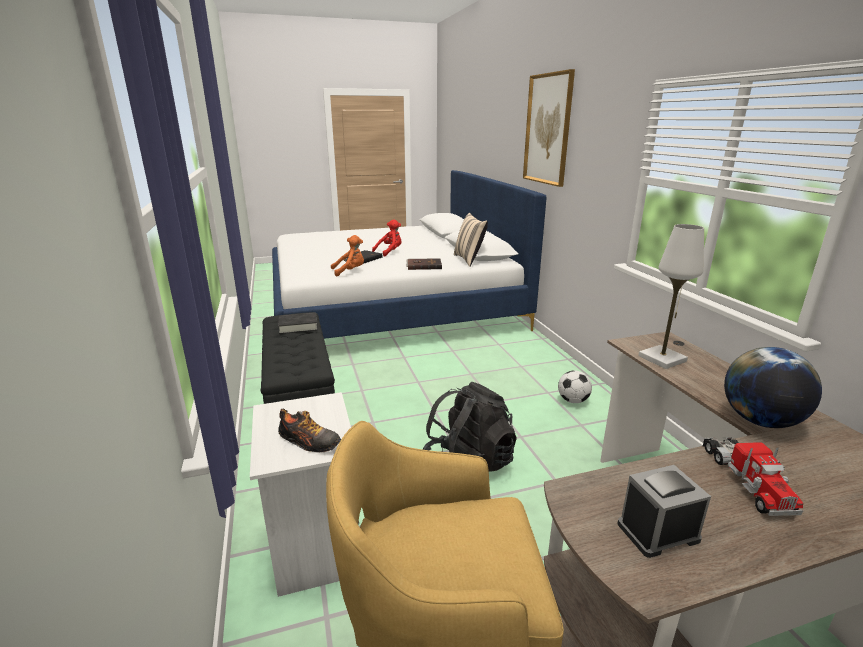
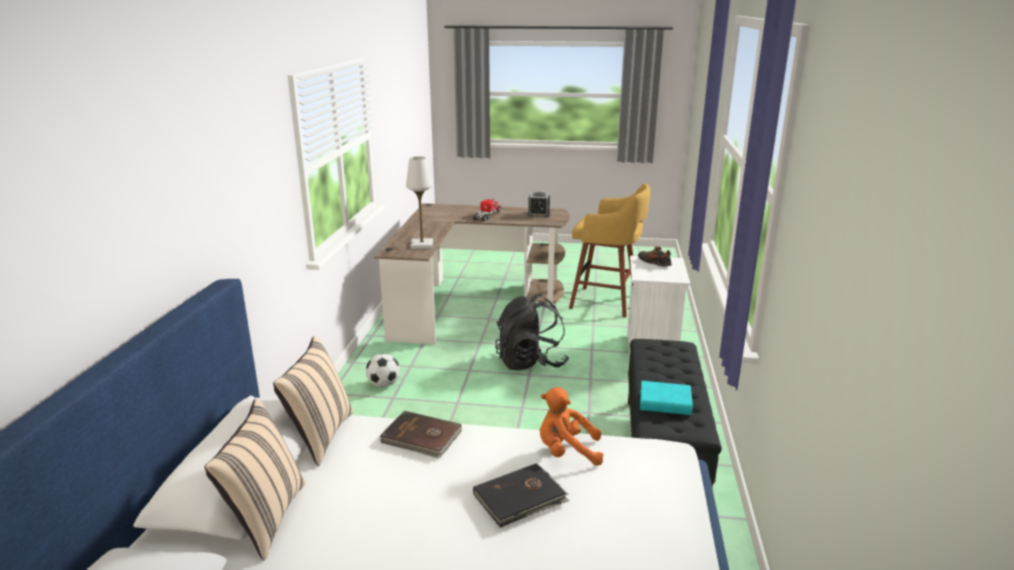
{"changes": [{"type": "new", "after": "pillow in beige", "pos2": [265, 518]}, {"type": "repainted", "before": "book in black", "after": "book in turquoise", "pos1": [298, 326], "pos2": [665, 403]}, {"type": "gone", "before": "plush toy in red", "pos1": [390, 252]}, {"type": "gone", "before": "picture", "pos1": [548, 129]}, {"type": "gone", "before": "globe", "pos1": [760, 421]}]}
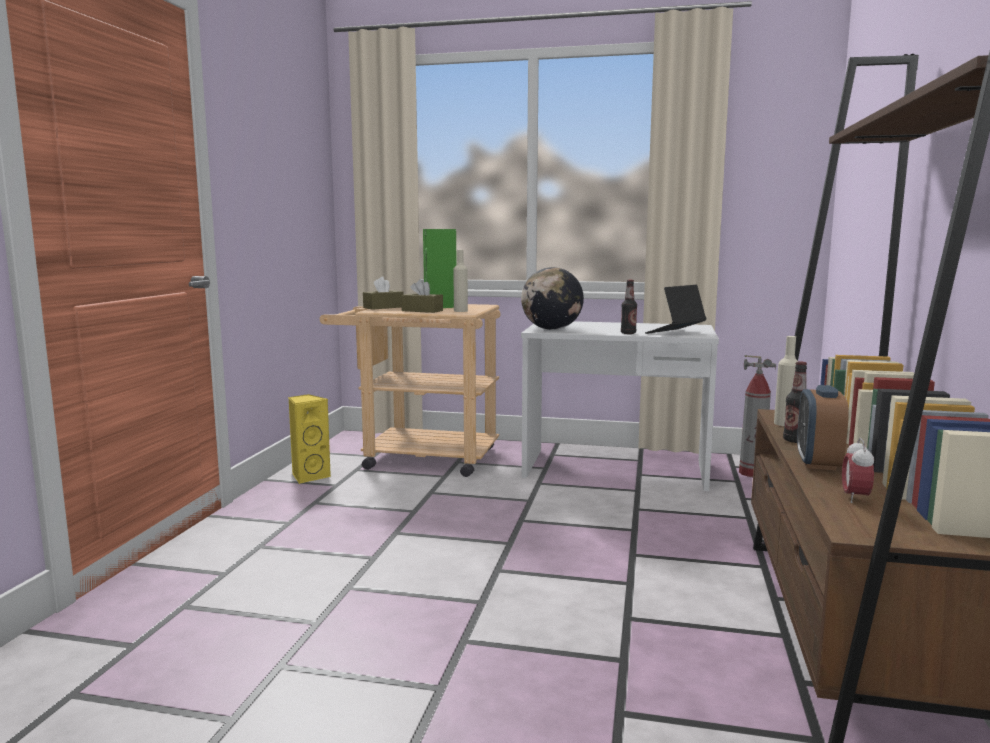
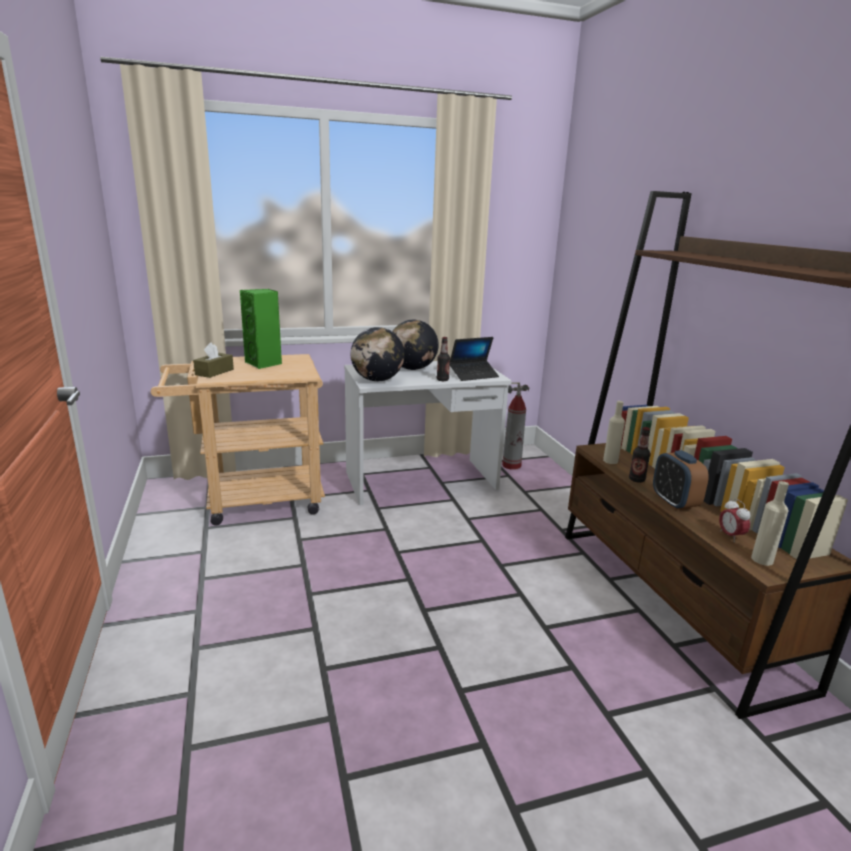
{"changes": [{"type": "new", "after": "globe", "pos2": [412, 369]}, {"type": "rotated", "before": "laptop", "pos1": [675, 333], "pos2": [473, 375], "turn": -135}, {"type": "shifted", "before": "bottle in beige", "pos1": [460, 311], "pos2": [762, 560]}, {"type": "gone", "before": "speaker in yellow", "pos1": [309, 476]}, {"type": "gone", "before": "tissue box in brown", "pos1": [422, 311]}]}
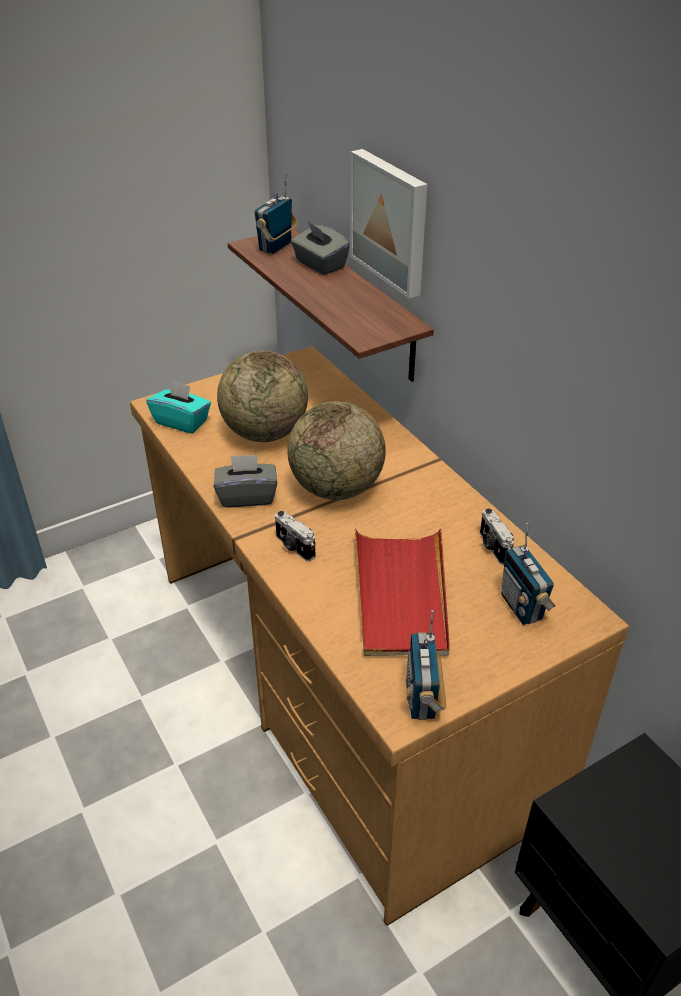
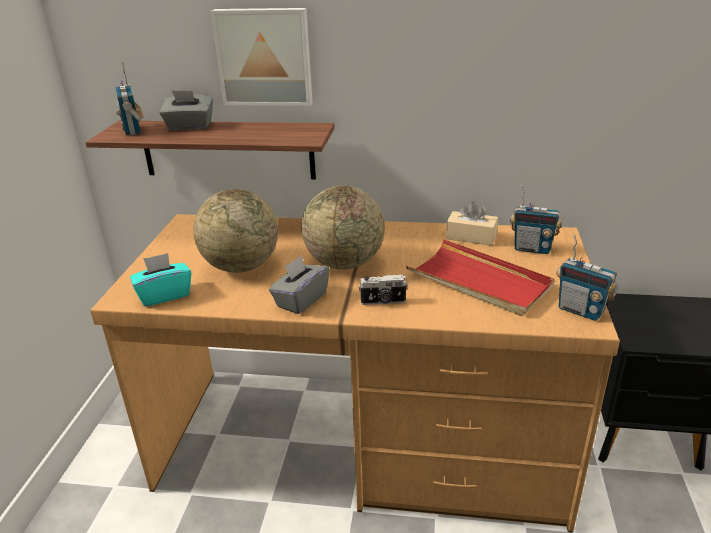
{"changes": [{"type": "swapped", "before": "photo camera", "after": "tissue box in beige", "pos1": [493, 547], "pos2": [471, 237]}]}
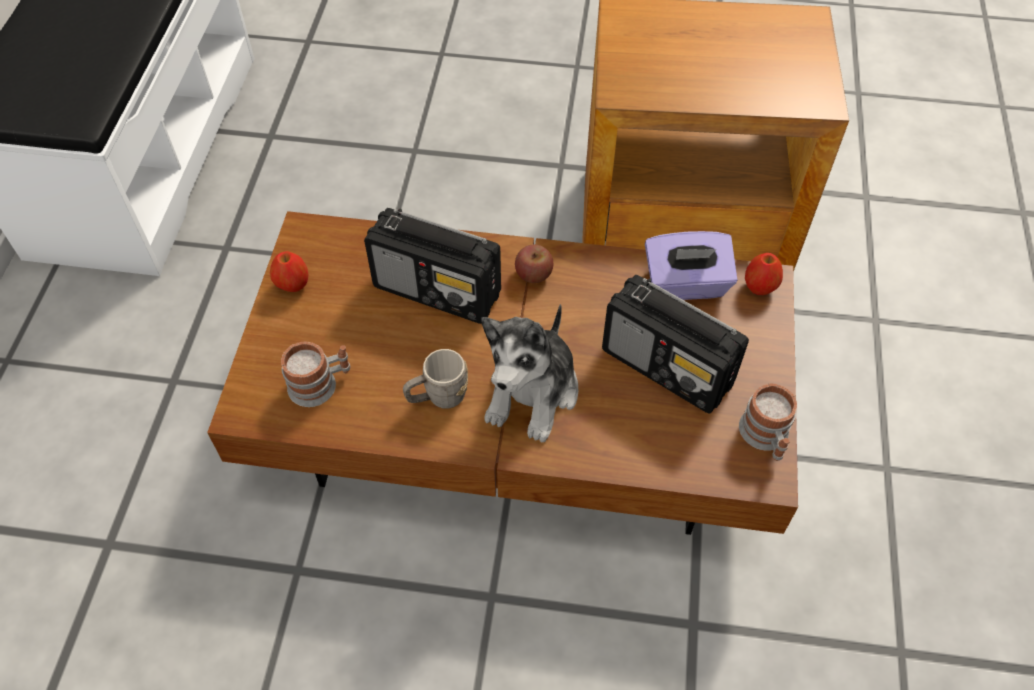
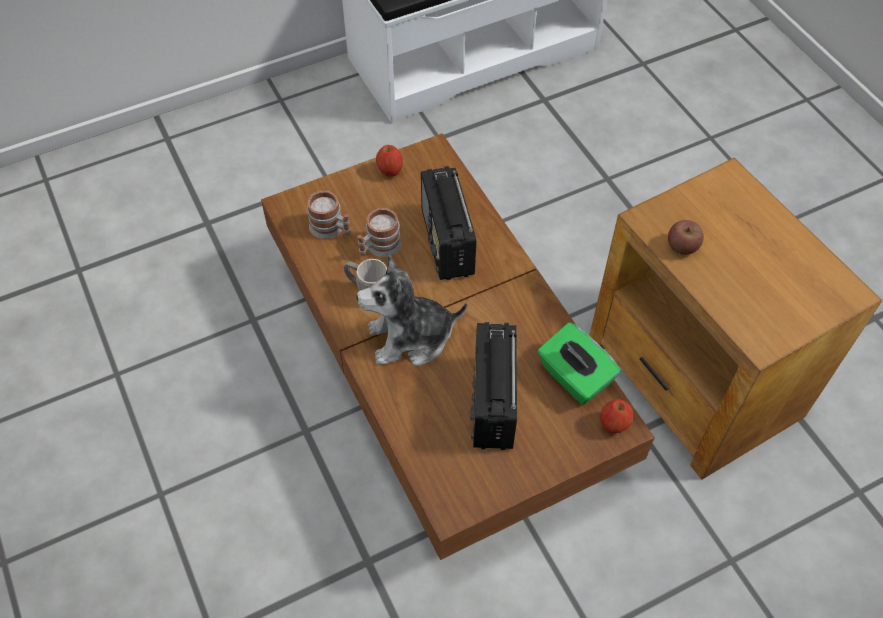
{"changes": [{"type": "shifted", "before": "mug", "pos1": [766, 437], "pos2": [379, 247]}, {"type": "repainted", "before": "tissue box in purple", "after": "tissue box in green", "pos1": [685, 284], "pos2": [574, 377]}, {"type": "shifted", "before": "apple", "pos1": [533, 274], "pos2": [682, 246]}]}
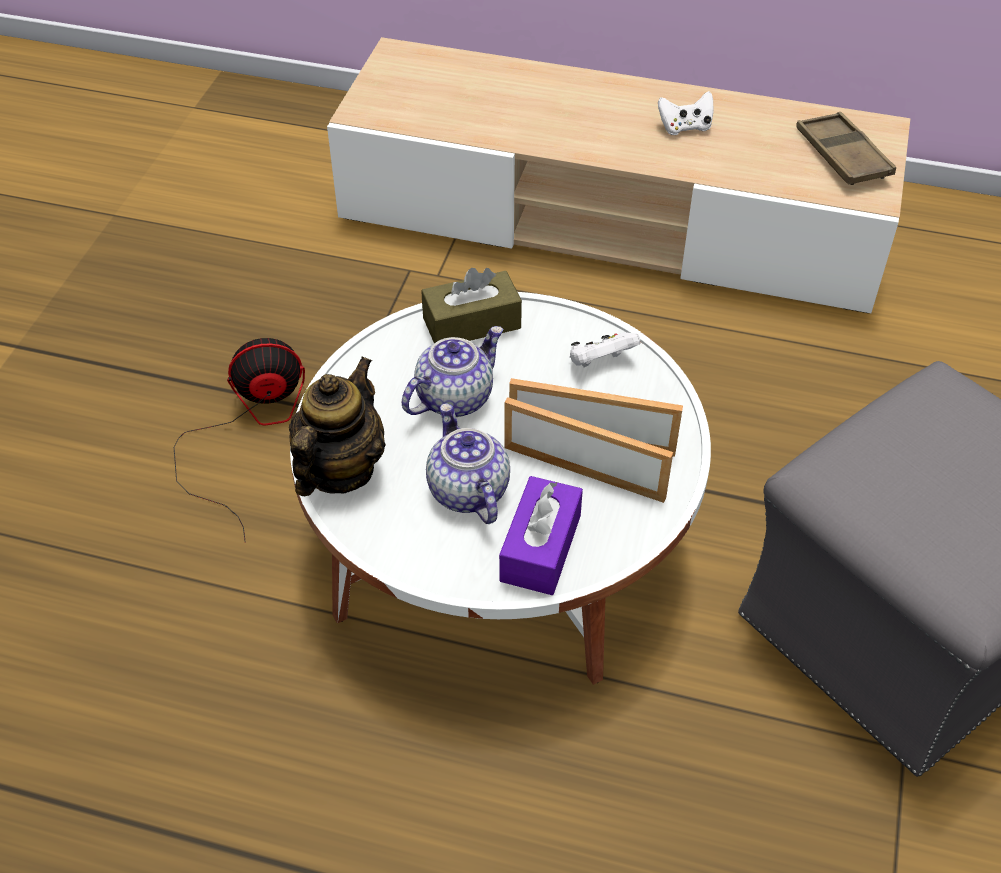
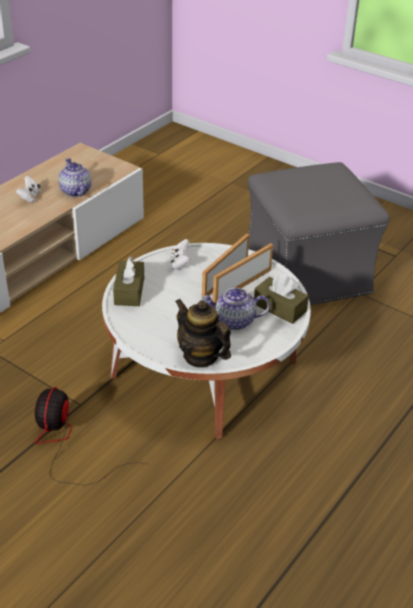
{"changes": [{"type": "shifted", "before": "teapot", "pos1": [454, 397], "pos2": [75, 191]}, {"type": "repainted", "before": "tissue box in purple", "after": "tissue box in brown", "pos1": [540, 548], "pos2": [280, 308]}, {"type": "gone", "before": "tray in brown", "pos1": [842, 156]}]}
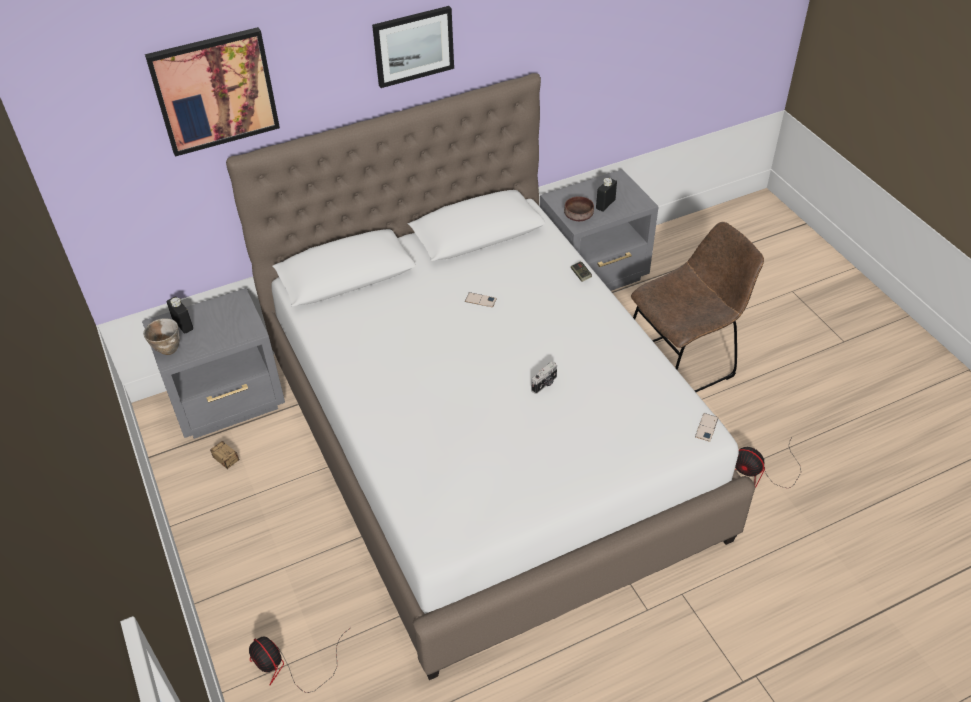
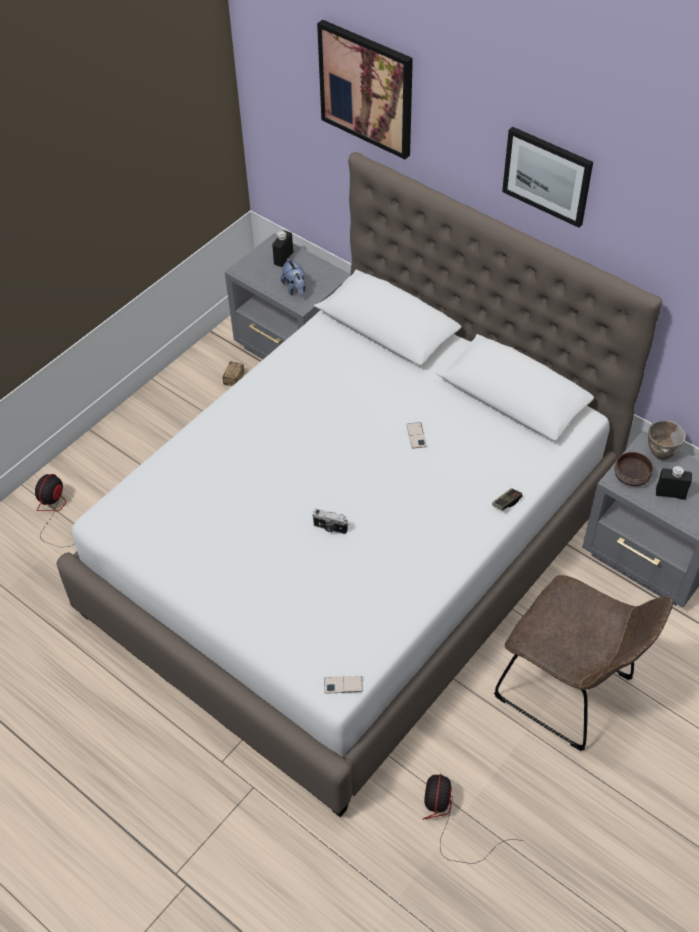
{"changes": [{"type": "new", "after": "plush toy", "pos2": [295, 289]}, {"type": "shifted", "before": "bowl", "pos1": [167, 349], "pos2": [661, 452]}]}
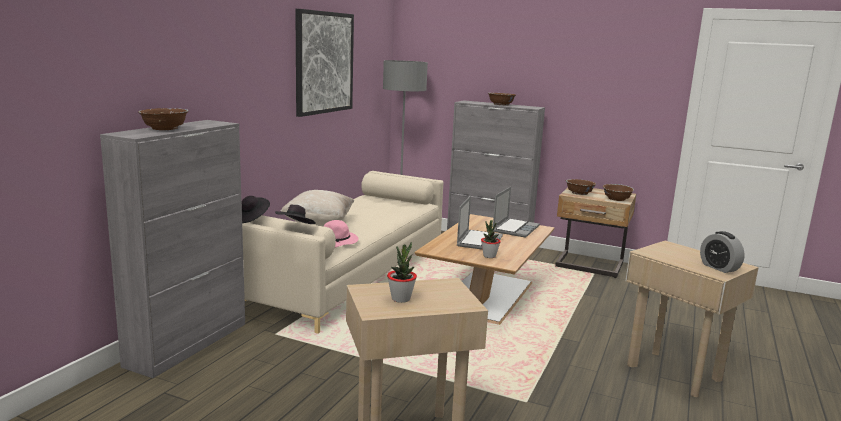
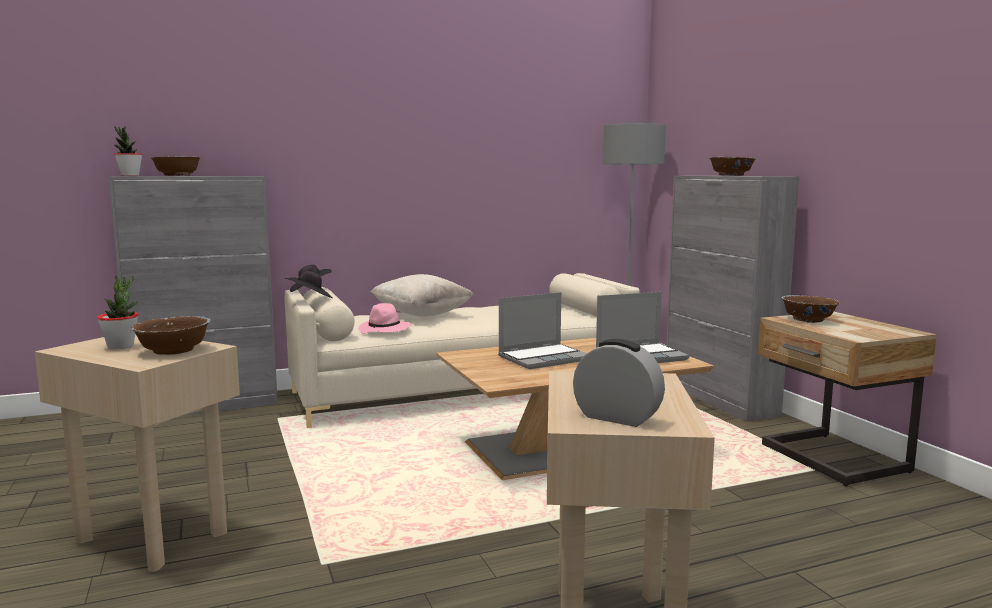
{"changes": [{"type": "shifted", "before": "potted plant", "pos1": [489, 256], "pos2": [130, 175]}, {"type": "shifted", "before": "bowl in brown", "pos1": [616, 199], "pos2": [174, 350]}, {"type": "rotated", "before": "alarm clock", "pos1": [719, 268], "pos2": [617, 417], "turn": 105}, {"type": "gone", "before": "picture", "pos1": [324, 62]}]}
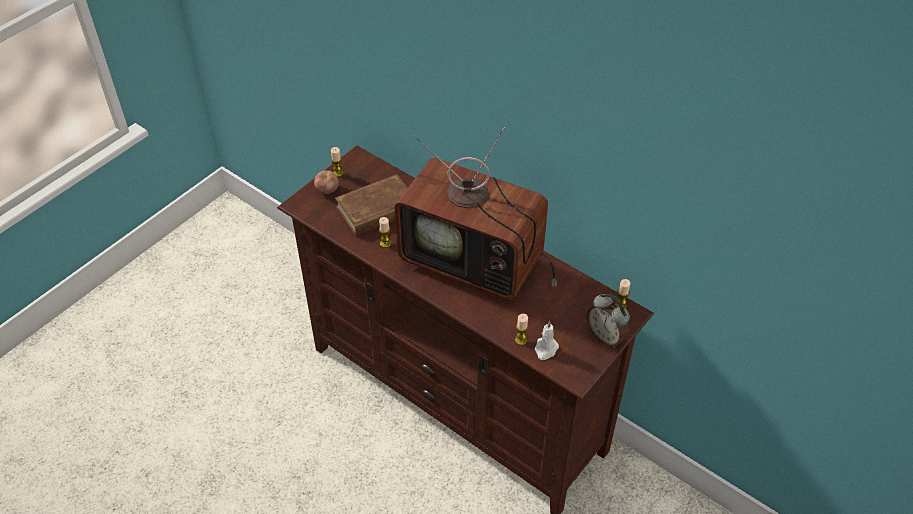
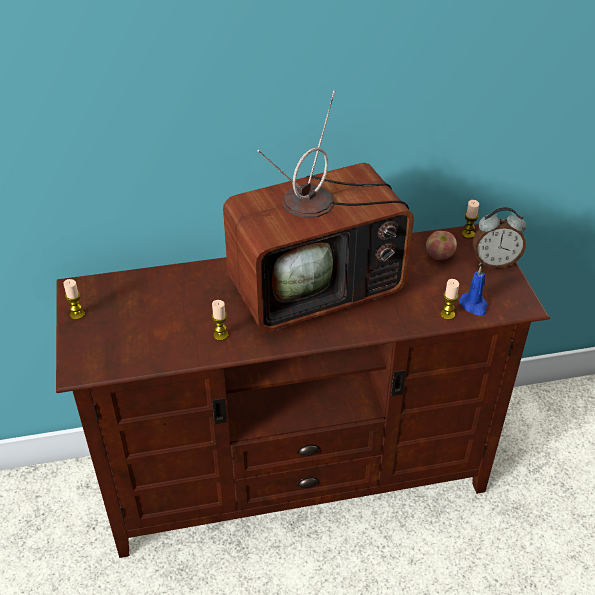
{"changes": [{"type": "shifted", "before": "apple", "pos1": [327, 190], "pos2": [439, 256]}, {"type": "repainted", "before": "candle in white", "after": "candle in blue", "pos1": [545, 349], "pos2": [474, 305]}, {"type": "gone", "before": "book in brown", "pos1": [378, 209]}]}
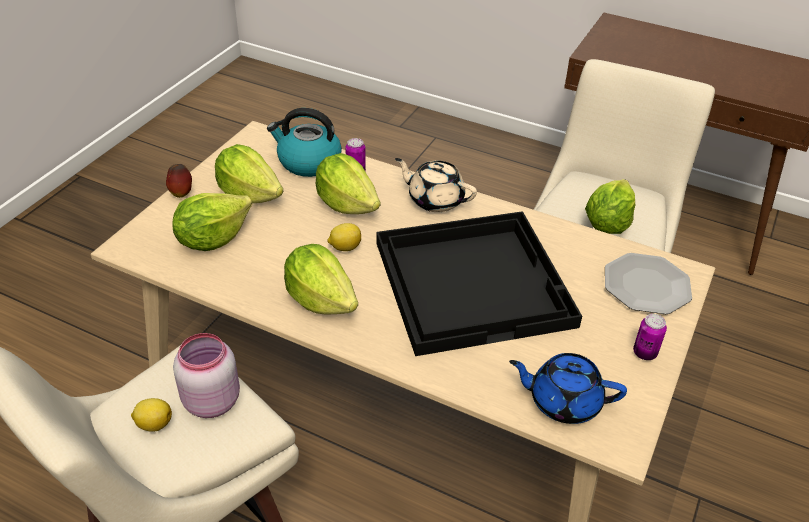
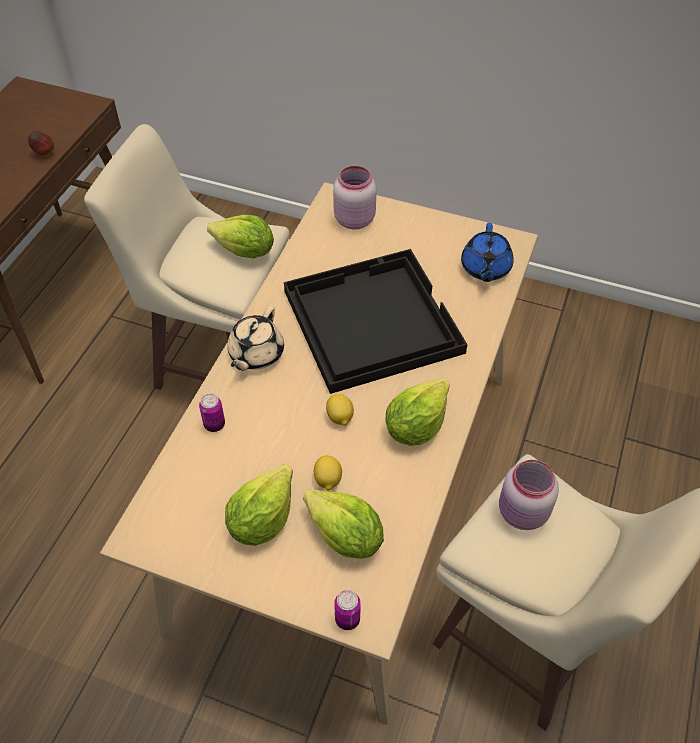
{"changes": [{"type": "shifted", "before": "apple", "pos1": [181, 193], "pos2": [44, 154]}, {"type": "shifted", "before": "lemon", "pos1": [153, 424], "pos2": [327, 480]}, {"type": "swapped", "before": "plate", "after": "jar in pink", "pos1": [646, 285], "pos2": [353, 219]}, {"type": "shifted", "before": "can", "pos1": [644, 353], "pos2": [347, 619]}, {"type": "gone", "before": "kettle", "pos1": [308, 162]}, {"type": "gone", "before": "lettuce", "pos1": [347, 204]}]}
